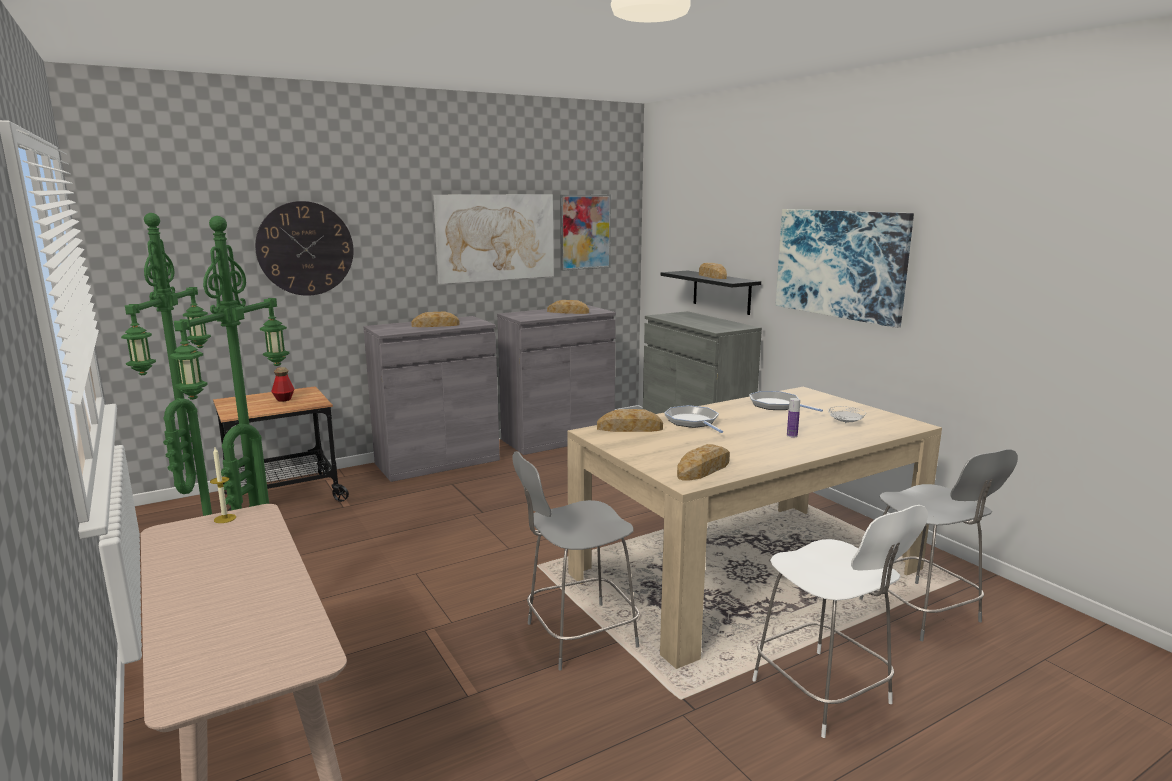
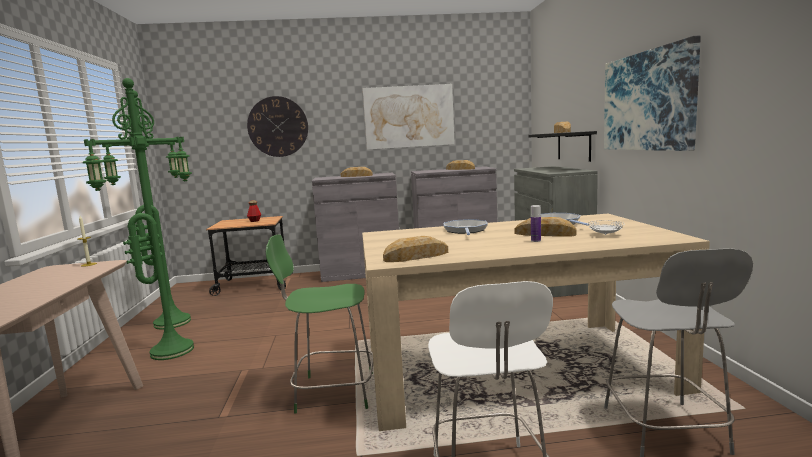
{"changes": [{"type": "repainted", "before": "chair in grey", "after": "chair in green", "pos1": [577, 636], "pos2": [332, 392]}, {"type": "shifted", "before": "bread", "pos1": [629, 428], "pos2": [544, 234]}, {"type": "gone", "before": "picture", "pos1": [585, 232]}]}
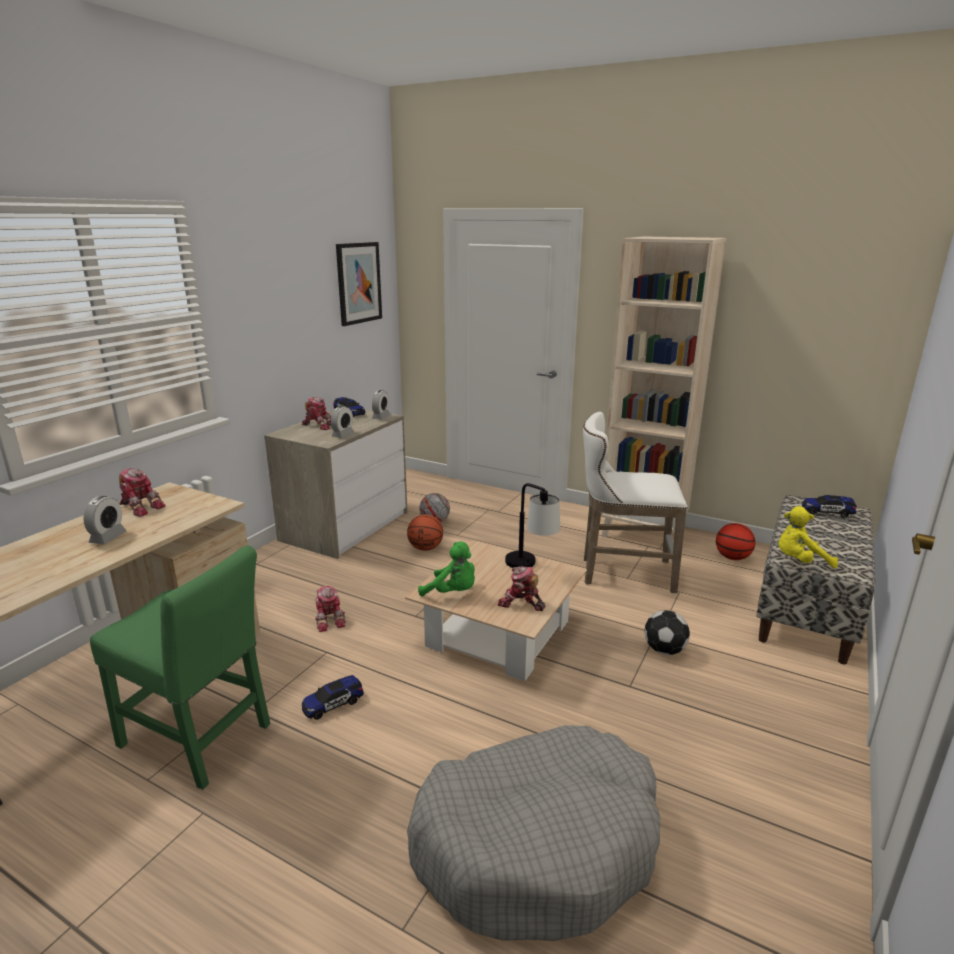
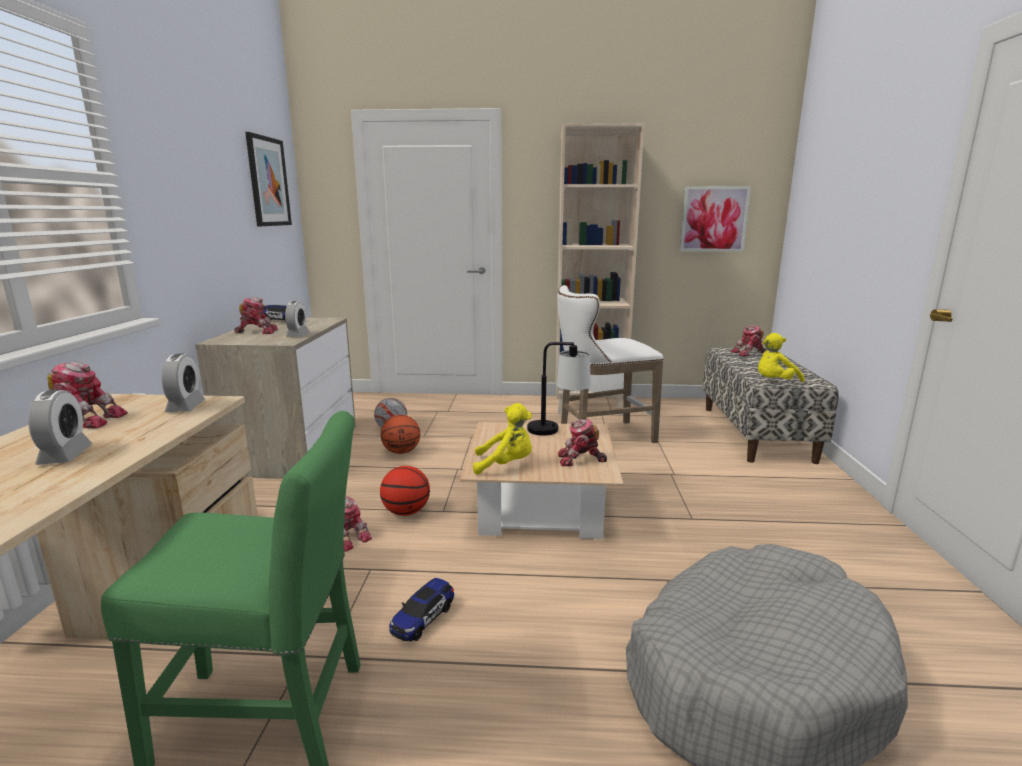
{"changes": [{"type": "shifted", "before": "alarm clock", "pos1": [381, 417], "pos2": [185, 407]}, {"type": "shifted", "before": "basketball", "pos1": [732, 558], "pos2": [406, 512]}, {"type": "repainted", "before": "plush toy in green", "after": "plush toy in yellow", "pos1": [452, 592], "pos2": [505, 465]}, {"type": "new", "after": "picture", "pos2": [714, 219]}, {"type": "swapped", "before": "toy car", "after": "toy robot", "pos1": [827, 512], "pos2": [749, 353]}, {"type": "gone", "before": "football", "pos1": [665, 650]}]}
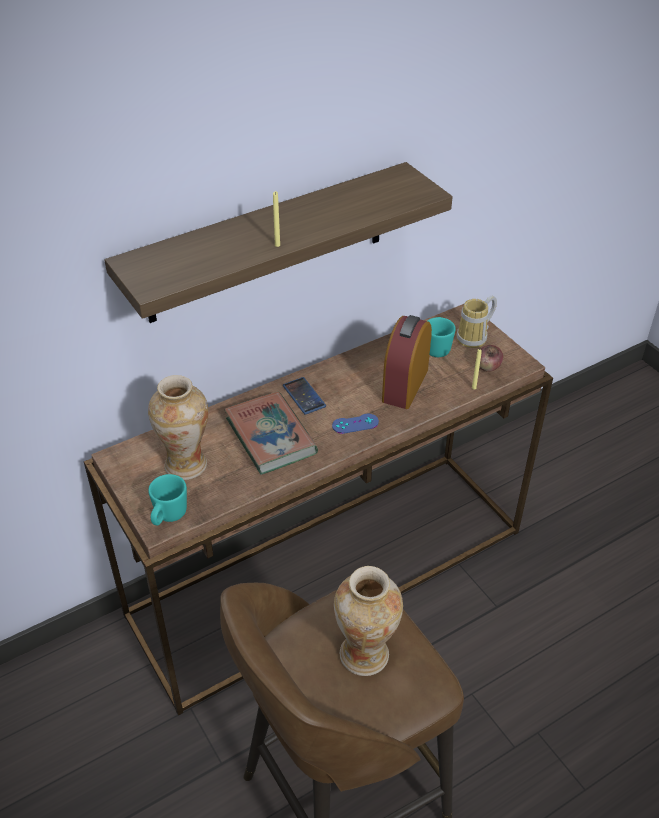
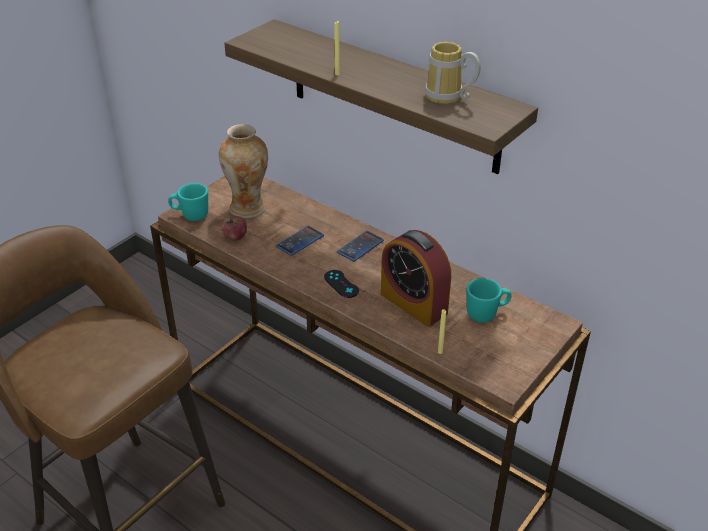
{"changes": [{"type": "shifted", "before": "apple", "pos1": [488, 367], "pos2": [234, 237]}, {"type": "swapped", "before": "book", "after": "phone", "pos1": [270, 437], "pos2": [300, 241]}, {"type": "repainted", "before": "game controller in blue", "after": "game controller in black", "pos1": [355, 424], "pos2": [341, 284]}, {"type": "rotated", "before": "alarm clock", "pos1": [405, 385], "pos2": [413, 303], "turn": -135}, {"type": "shifted", "before": "mug", "pos1": [475, 338], "pos2": [447, 98]}, {"type": "gone", "before": "vase", "pos1": [365, 655]}]}
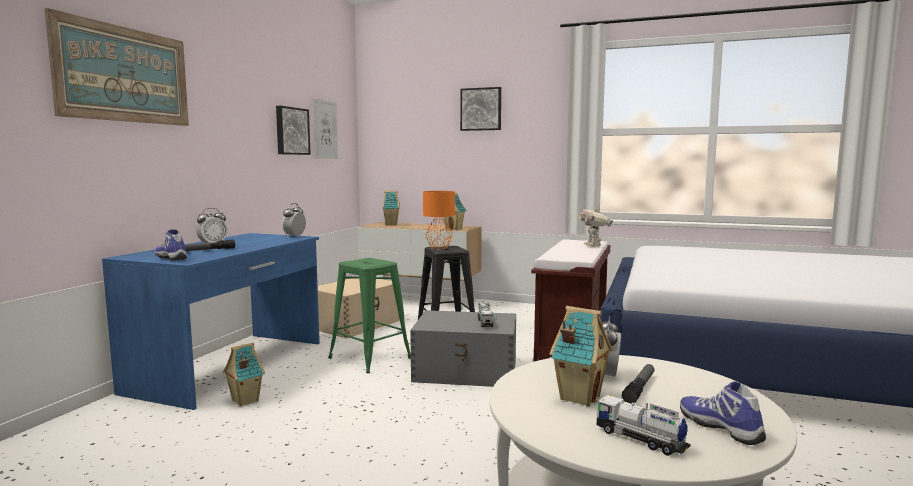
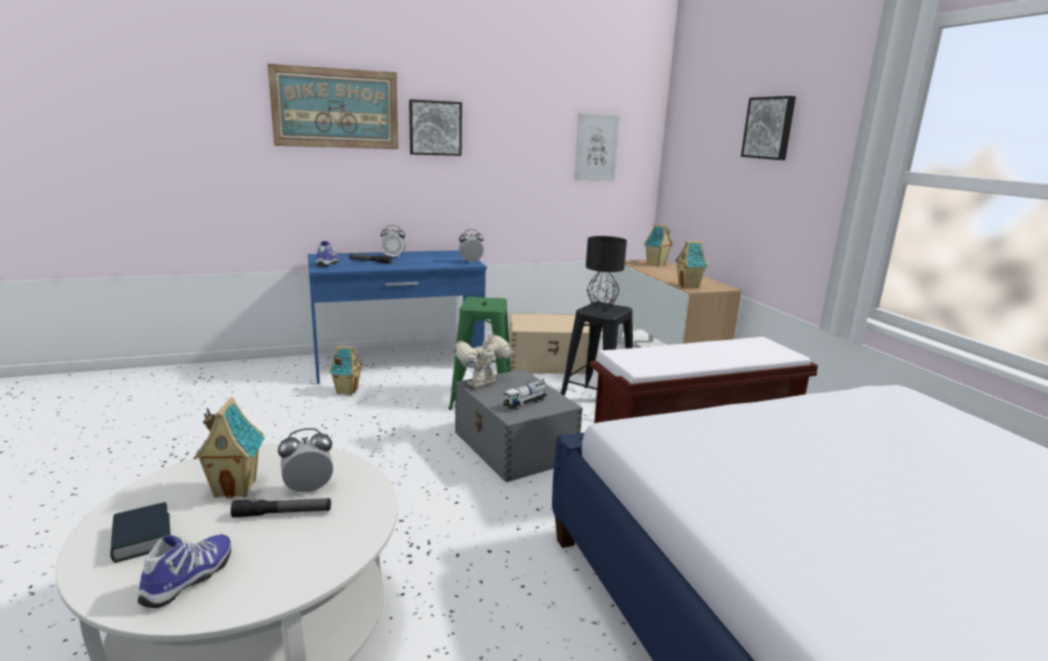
{"changes": [{"type": "swapped", "before": "toy truck", "after": "book", "pos1": [640, 439], "pos2": [142, 538]}, {"type": "shifted", "before": "picture", "pos1": [291, 131], "pos2": [435, 128]}, {"type": "shifted", "before": "toy robot", "pos1": [593, 246], "pos2": [483, 384]}, {"type": "repainted", "before": "table lamp in orange", "after": "table lamp in black", "pos1": [438, 248], "pos2": [601, 305]}]}
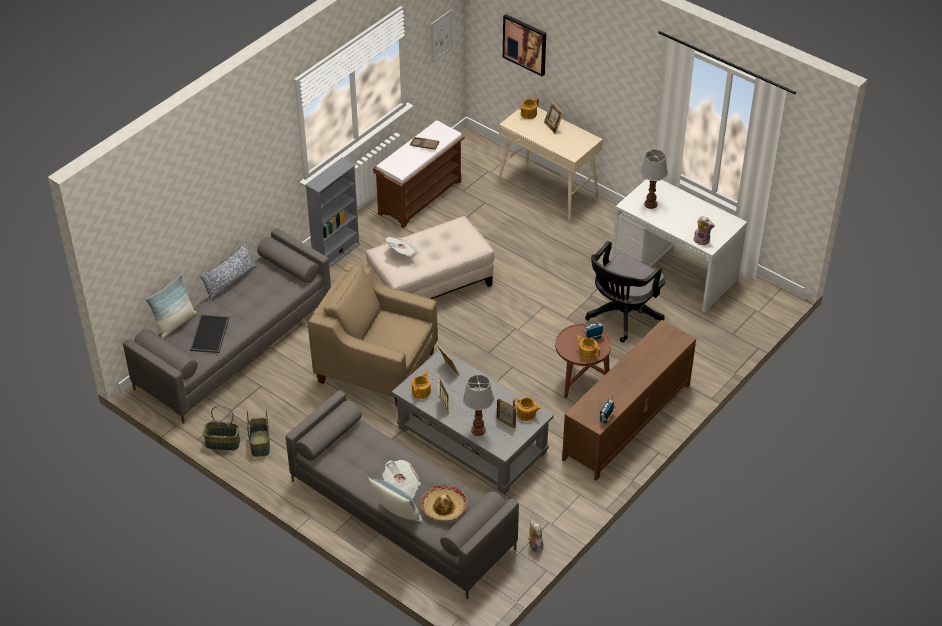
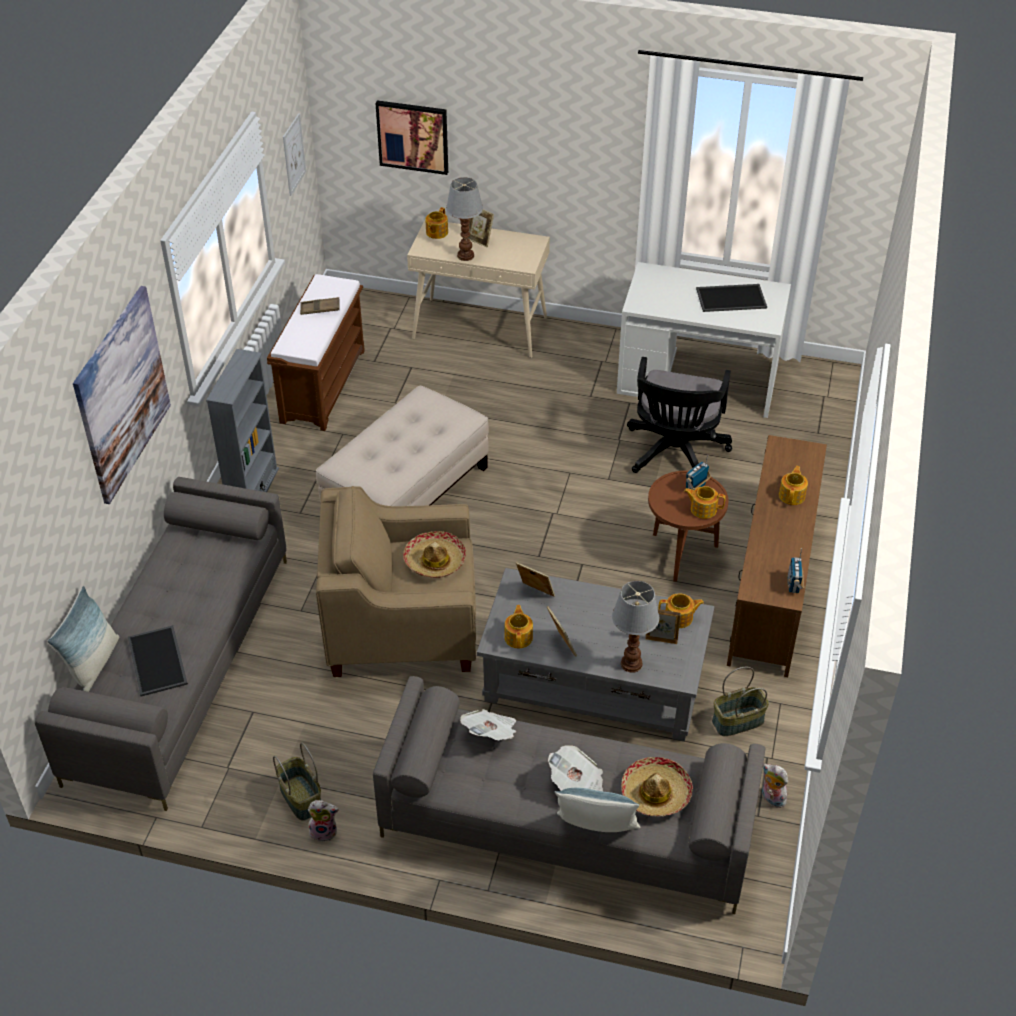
{"changes": [{"type": "new", "after": "picture", "pos2": [122, 394]}, {"type": "shifted", "before": "plush toy", "pos1": [702, 240], "pos2": [324, 831]}, {"type": "new", "after": "hat", "pos2": [435, 561]}, {"type": "shifted", "before": "table lamp", "pos1": [650, 204], "pos2": [465, 255]}, {"type": "shifted", "before": "newspaper", "pos1": [403, 253], "pos2": [491, 733]}, {"type": "new", "after": "tray", "pos2": [731, 298]}, {"type": "shifted", "before": "basket", "pos1": [222, 443], "pos2": [737, 722]}, {"type": "new", "after": "teapot", "pos2": [792, 495]}, {"type": "gone", "before": "pillow", "pos1": [230, 282]}]}
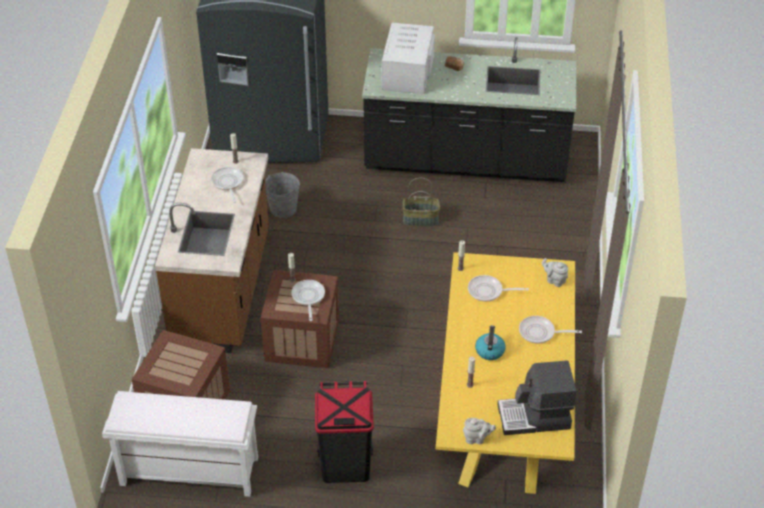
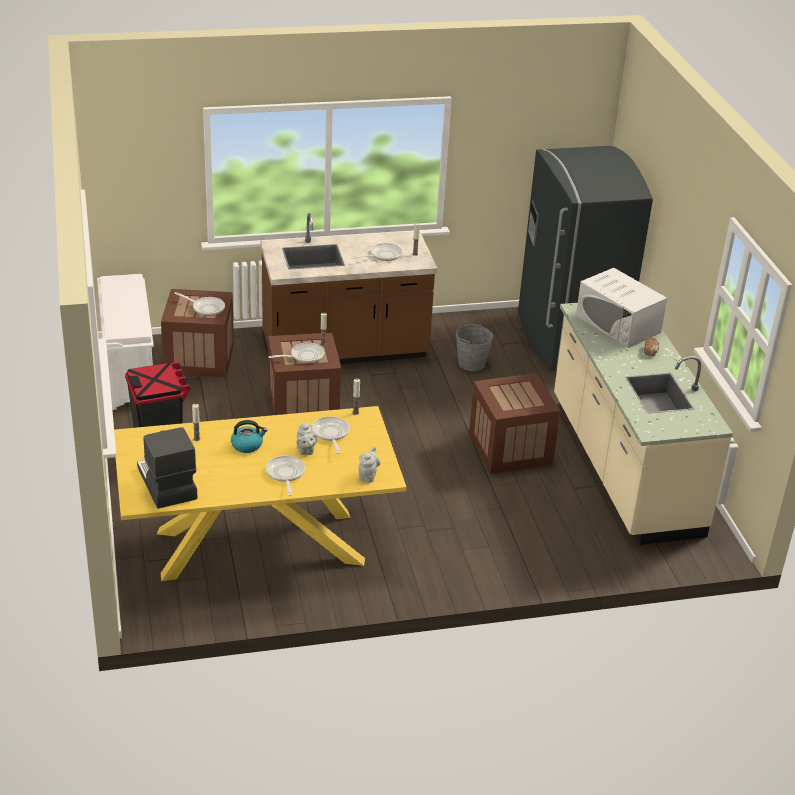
{"changes": [{"type": "new", "after": "frying pan", "pos2": [206, 308]}, {"type": "shifted", "before": "teapot in grey", "pos1": [477, 439], "pos2": [305, 450]}, {"type": "swapped", "before": "basket", "after": "crate", "pos1": [421, 219], "pos2": [510, 449]}, {"type": "repainted", "before": "counter in black", "after": "counter in beige", "pos1": [465, 160], "pos2": [623, 466]}, {"type": "rotated", "before": "microwave in white", "pos1": [407, 72], "pos2": [618, 324], "turn": -120}]}
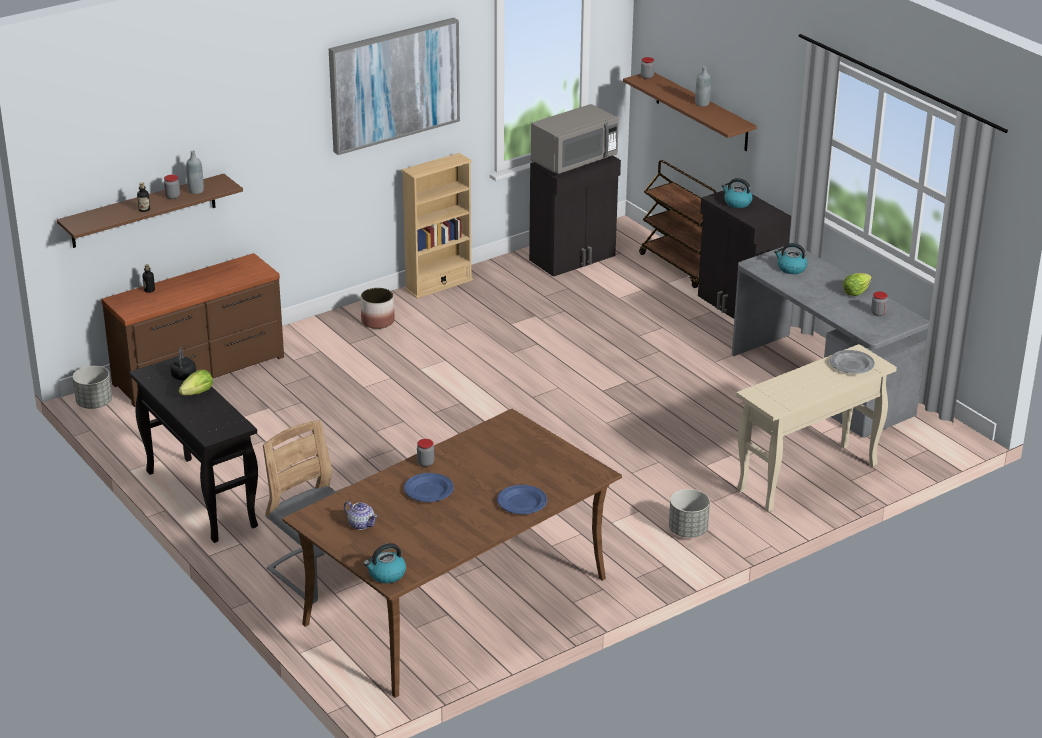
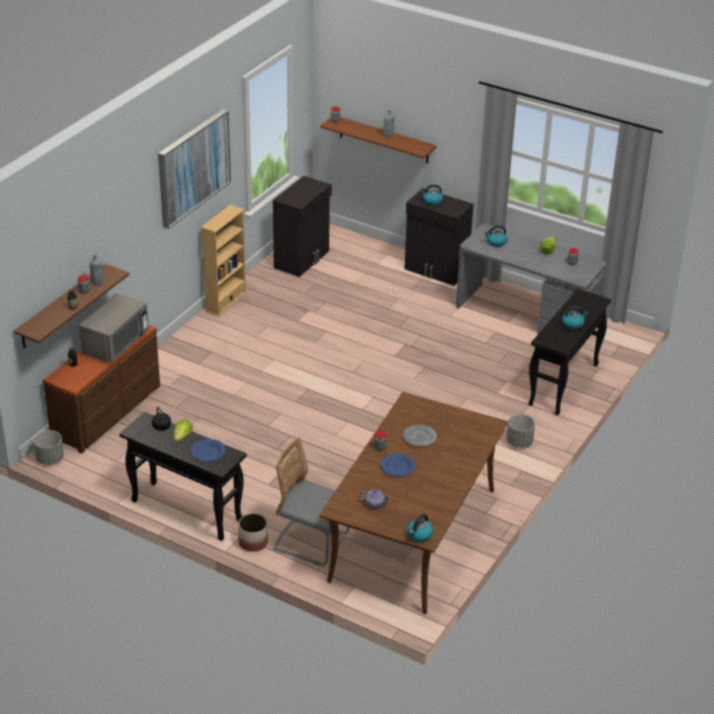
{"changes": [{"type": "shifted", "before": "microwave in grey", "pos1": [574, 161], "pos2": [115, 344]}, {"type": "shifted", "before": "plate in blue", "pos1": [522, 502], "pos2": [208, 452]}, {"type": "shifted", "before": "planter", "pos1": [378, 321], "pos2": [253, 542]}, {"type": "shifted", "before": "plate in grey", "pos1": [851, 365], "pos2": [419, 437]}, {"type": "repainted", "before": "console table in beige", "after": "console table in black", "pos1": [807, 478], "pos2": [563, 385]}, {"type": "new", "after": "kettle", "pos2": [573, 324]}, {"type": "gone", "before": "cart in brown", "pos1": [682, 266]}]}
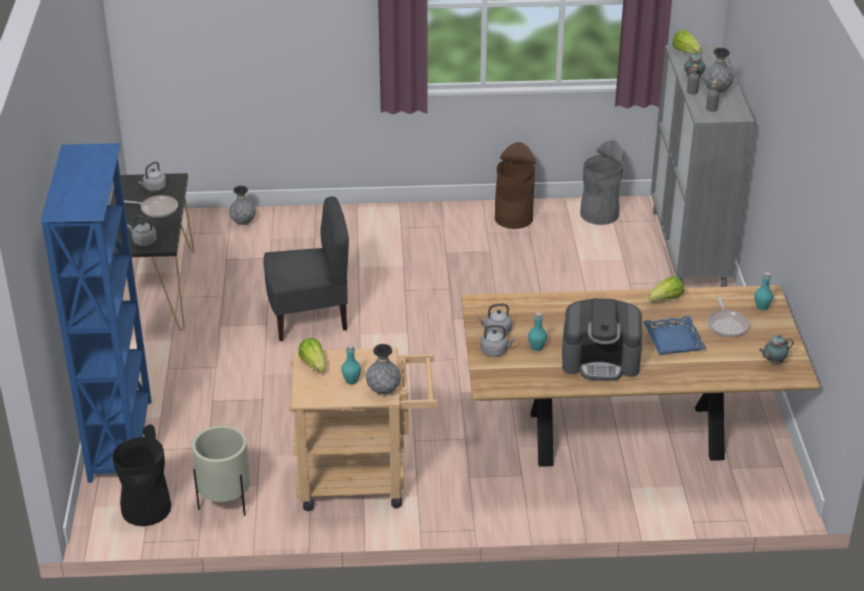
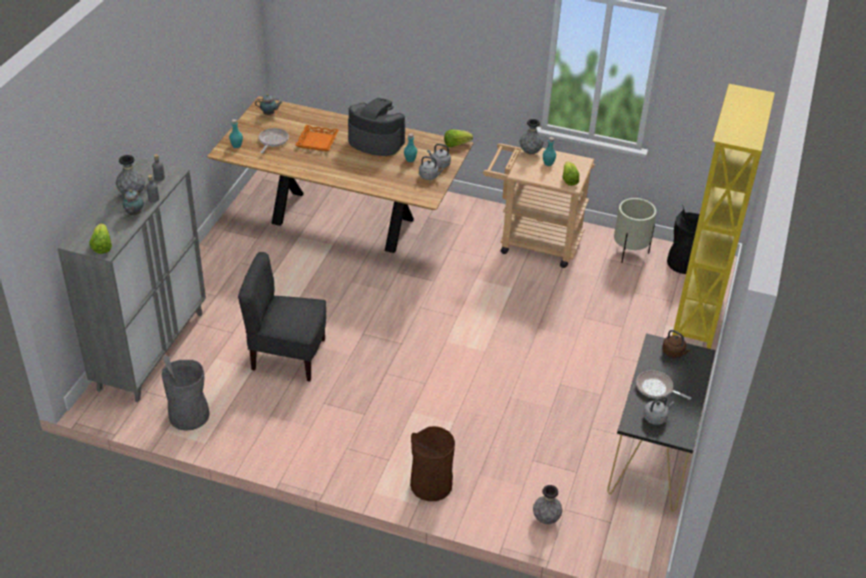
{"changes": [{"type": "shifted", "before": "chair in grey", "pos1": [309, 317], "pos2": [288, 356]}, {"type": "repainted", "before": "tray in blue", "after": "tray in orange", "pos1": [672, 340], "pos2": [317, 141]}, {"type": "shifted", "before": "trash can in brown", "pos1": [513, 218], "pos2": [431, 484]}, {"type": "shifted", "before": "lettuce", "pos1": [666, 299], "pos2": [456, 144]}, {"type": "repainted", "before": "kettle in grey", "after": "kettle in brown", "pos1": [143, 241], "pos2": [674, 352]}, {"type": "repainted", "before": "bookcase in blue", "after": "bookcase in yellow", "pos1": [122, 439], "pos2": [696, 315]}]}
